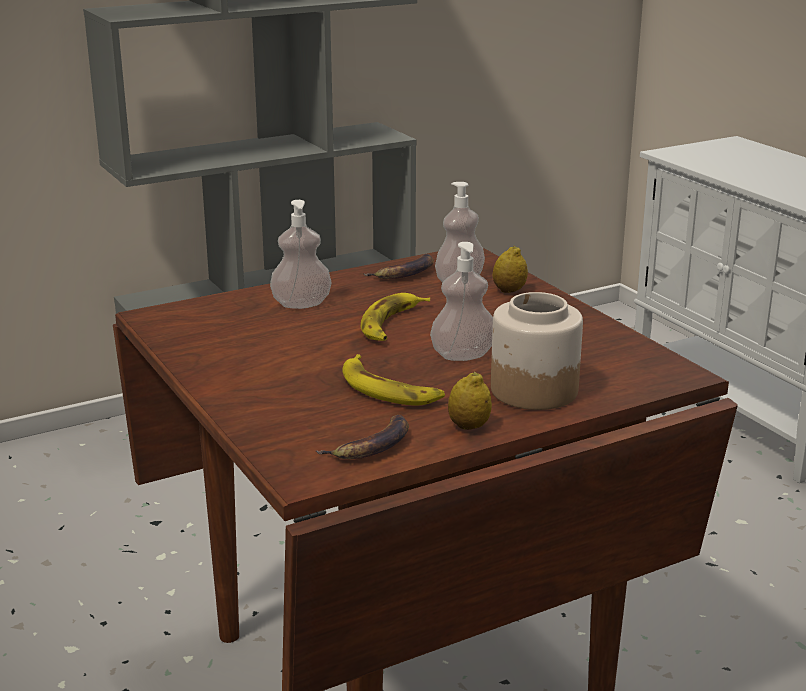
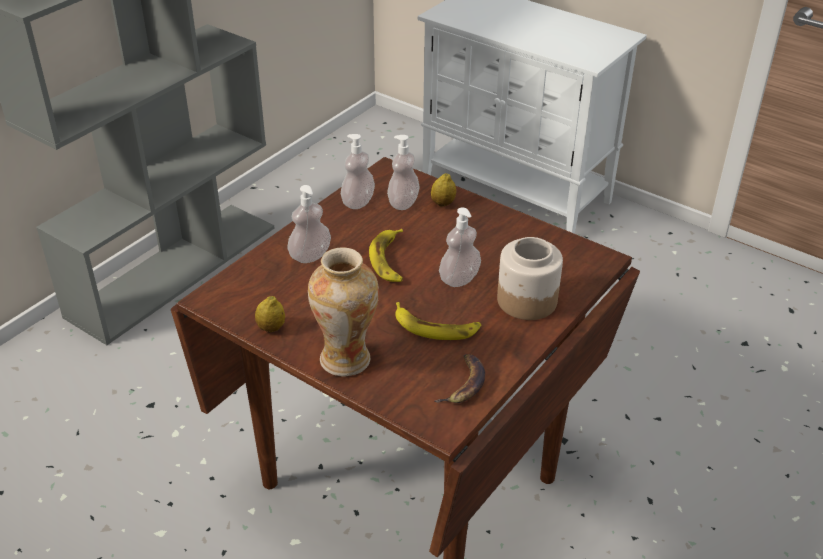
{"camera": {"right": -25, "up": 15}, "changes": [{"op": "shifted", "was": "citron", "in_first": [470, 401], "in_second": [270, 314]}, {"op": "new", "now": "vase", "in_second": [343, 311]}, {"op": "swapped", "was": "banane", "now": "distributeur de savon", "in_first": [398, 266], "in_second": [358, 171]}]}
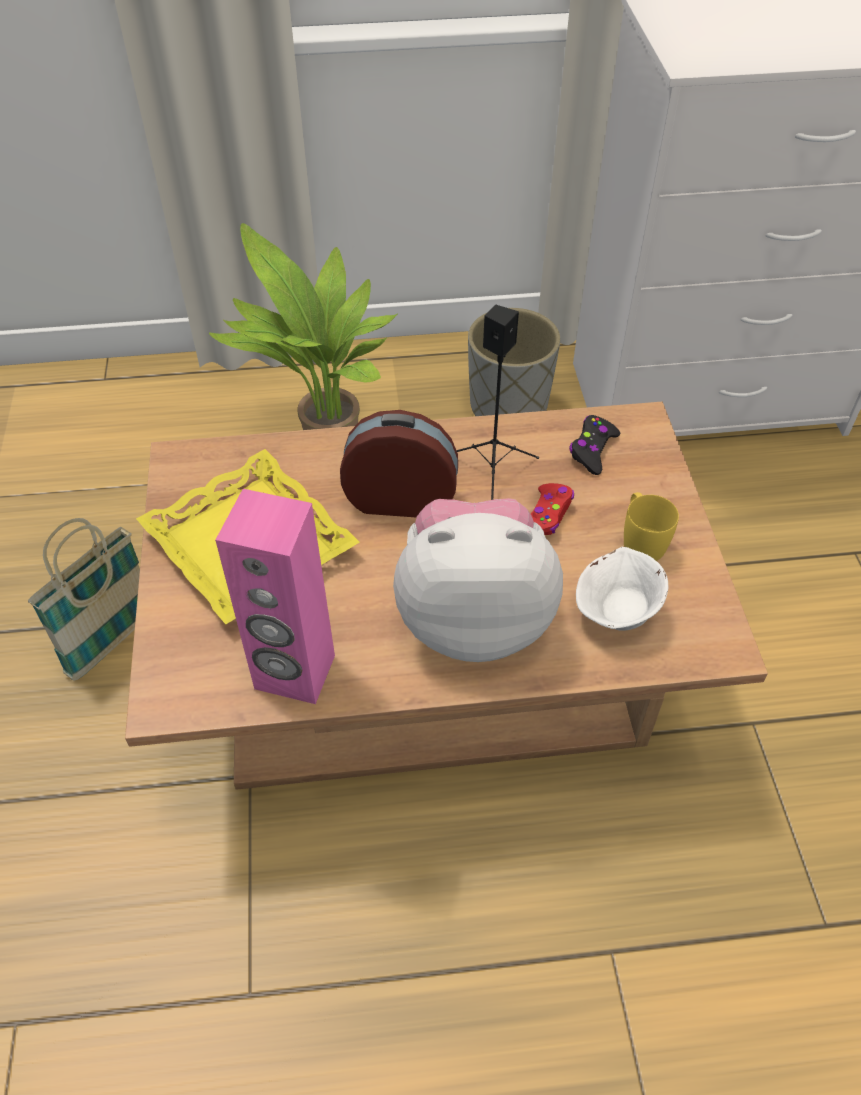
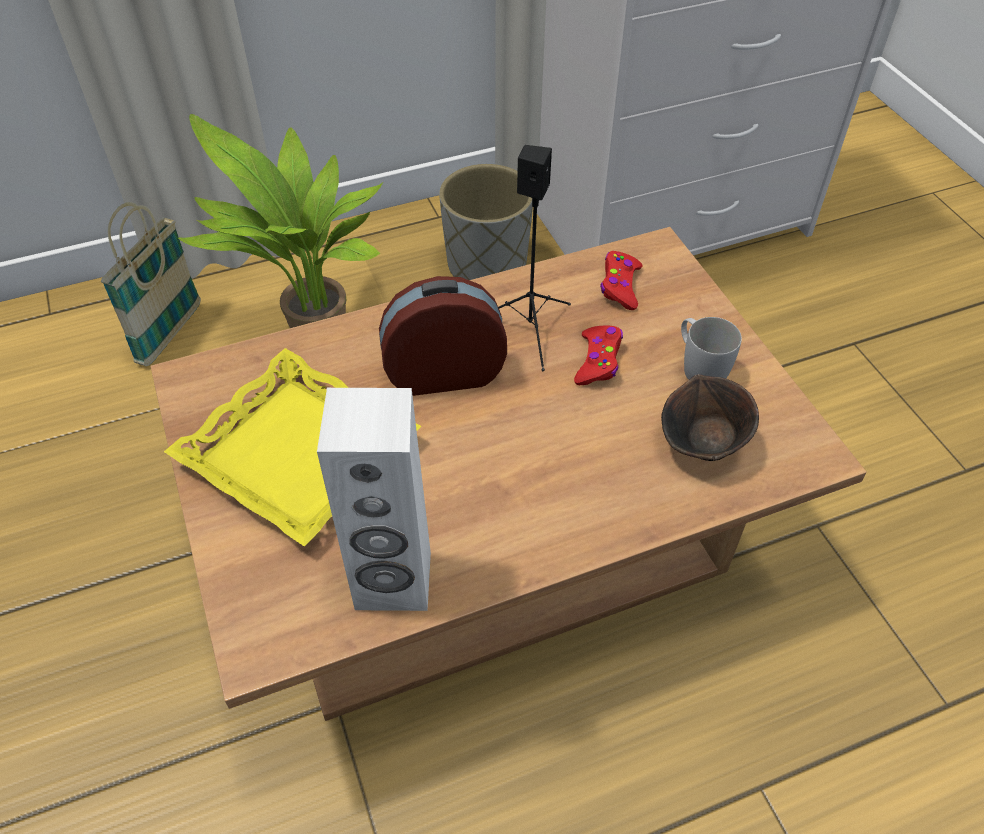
{"camera": {"right": -15, "up": 0}, "changes": [{"op": "shifted", "was": "panier", "in_first": [84, 599], "in_second": [151, 284]}, {"op": "repainted", "was": "enceinte/rose", "now": "enceinte/blanc", "in_first": [275, 596], "in_second": [374, 499]}, {"op": "repainted", "was": "manette/noir", "now": "manette/rouge", "in_first": [594, 445], "in_second": [621, 280]}, {"op": "repainted", "was": "bol/blanc", "now": "bol/marron", "in_first": [622, 588], "in_second": [710, 417]}, {"op": "repainted", "was": "mug/jaune", "now": "mug/blanc", "in_first": [651, 526], "in_second": [711, 348]}, {"op": "gone", "was": "peluche", "in_first": [478, 580]}]}
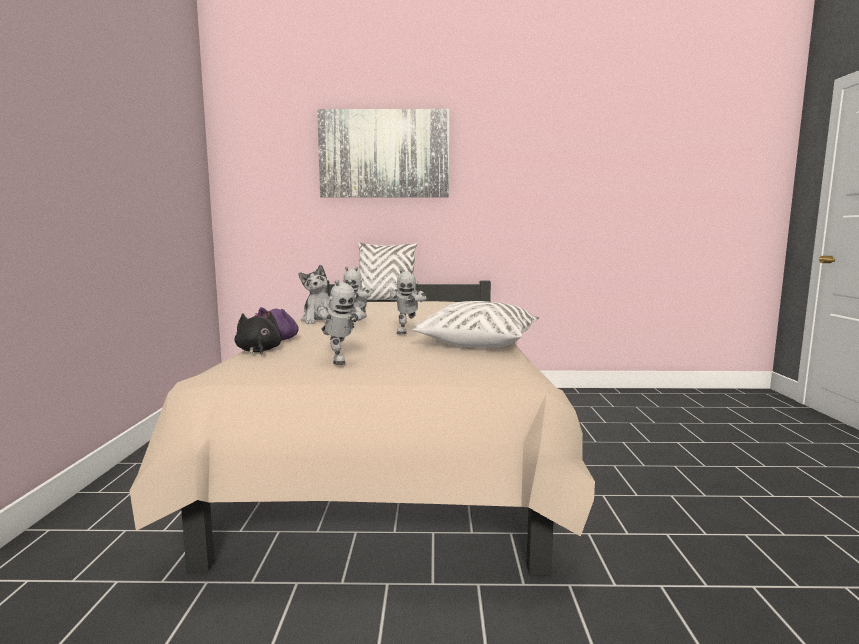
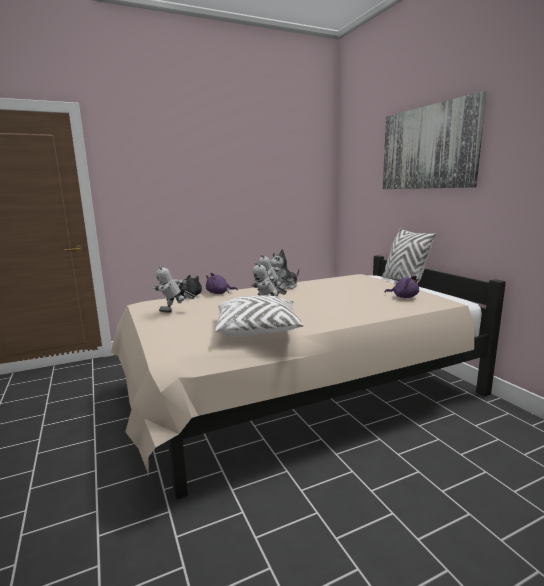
{"camera": {"right": 65, "up": 5}, "changes": [{"op": "rotated", "was": "robot jouet", "in_first": [342, 322], "in_second": [174, 289], "clockwise": 45}, {"op": "new", "now": "peluche/violet", "in_second": [401, 287]}]}
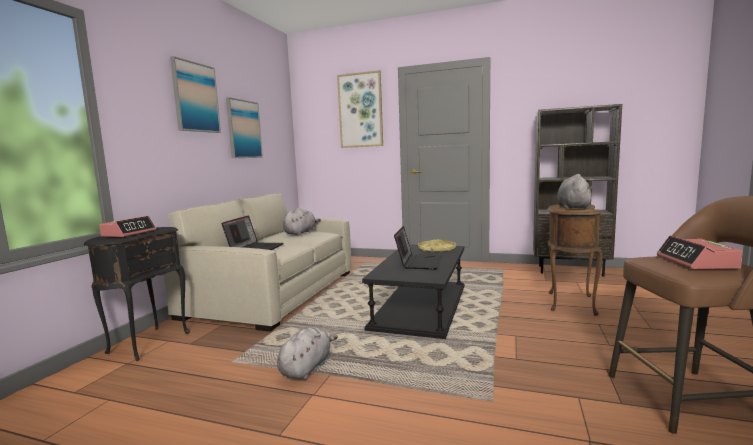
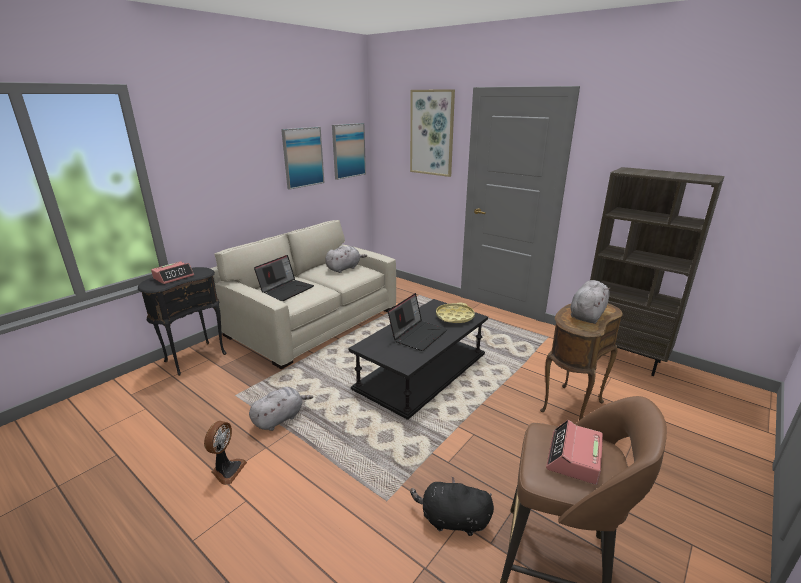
{"camera": {"right": 20, "up": 15}, "changes": [{"op": "new", "now": "ventilateur", "in_second": [225, 453]}, {"op": "shifted", "was": "tableau", "in_first": [195, 94], "in_second": [349, 151]}, {"op": "new", "now": "peluche/noir", "in_second": [452, 506]}]}
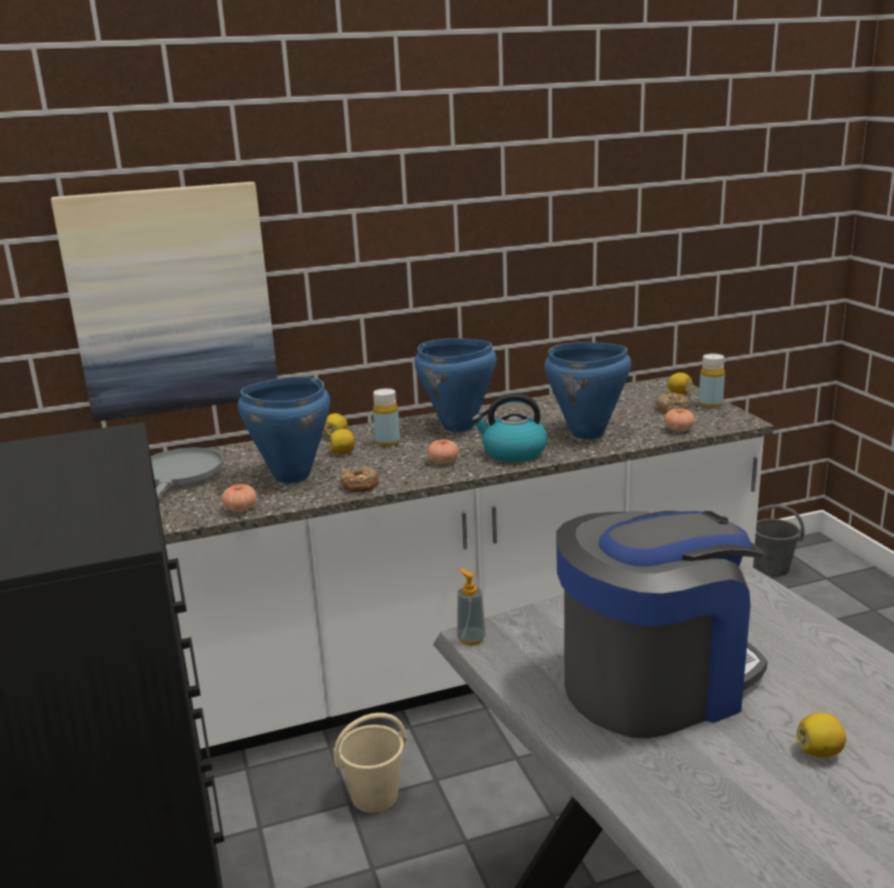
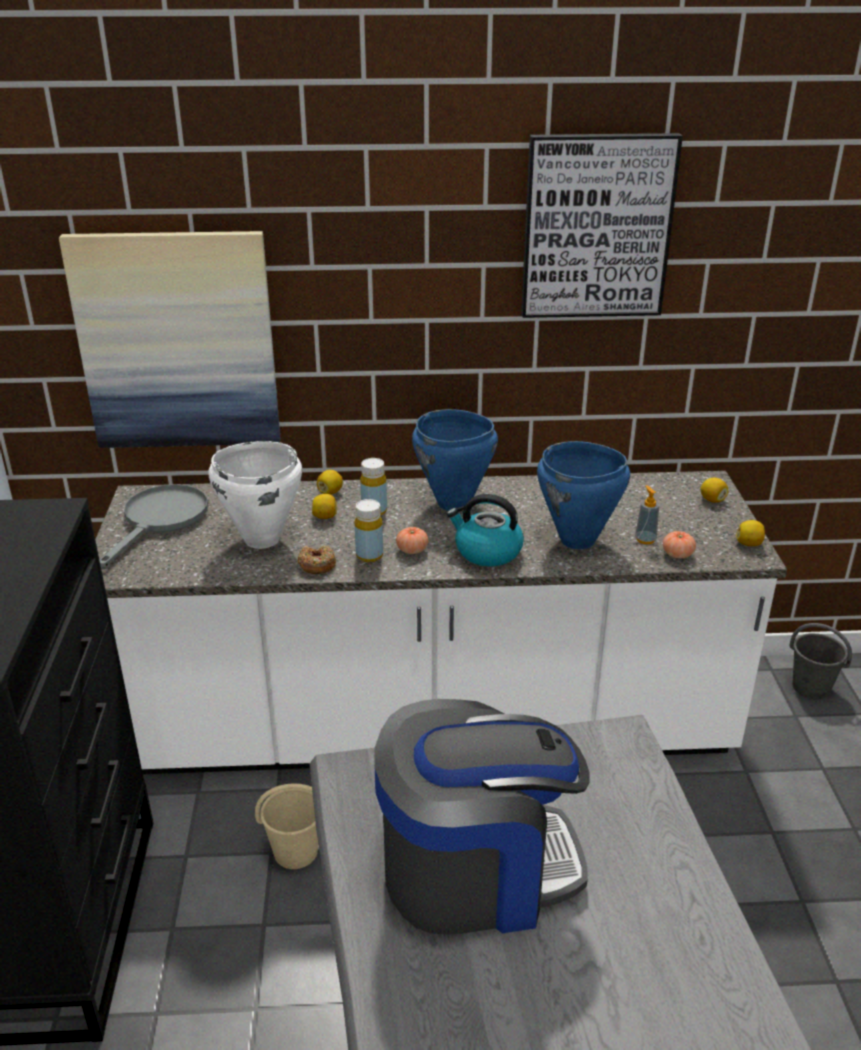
{"camera": {"right": 15, "up": 10}, "changes": [{"op": "repainted", "was": "marmite/bleu", "now": "marmite/blanc", "in_first": [284, 430], "in_second": [255, 495]}, {"op": "shifted", "was": "bouteille/jaune", "in_first": [712, 381], "in_second": [369, 530]}, {"op": "new", "now": "tableau", "in_second": [602, 225]}, {"op": "shifted", "was": "distributeur de savon", "in_first": [471, 607], "in_second": [647, 514]}, {"op": "shifted", "was": "citron", "in_first": [821, 735], "in_second": [750, 533]}, {"op": "gone", "was": "tomate", "in_first": [239, 498]}, {"op": "gone", "was": "beignet", "in_first": [672, 403]}]}
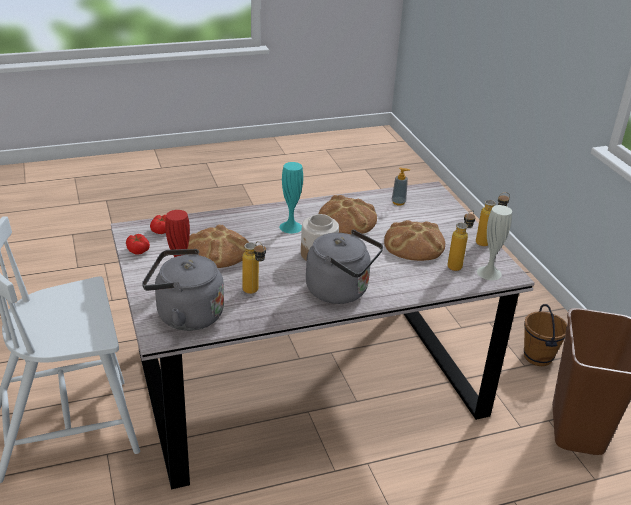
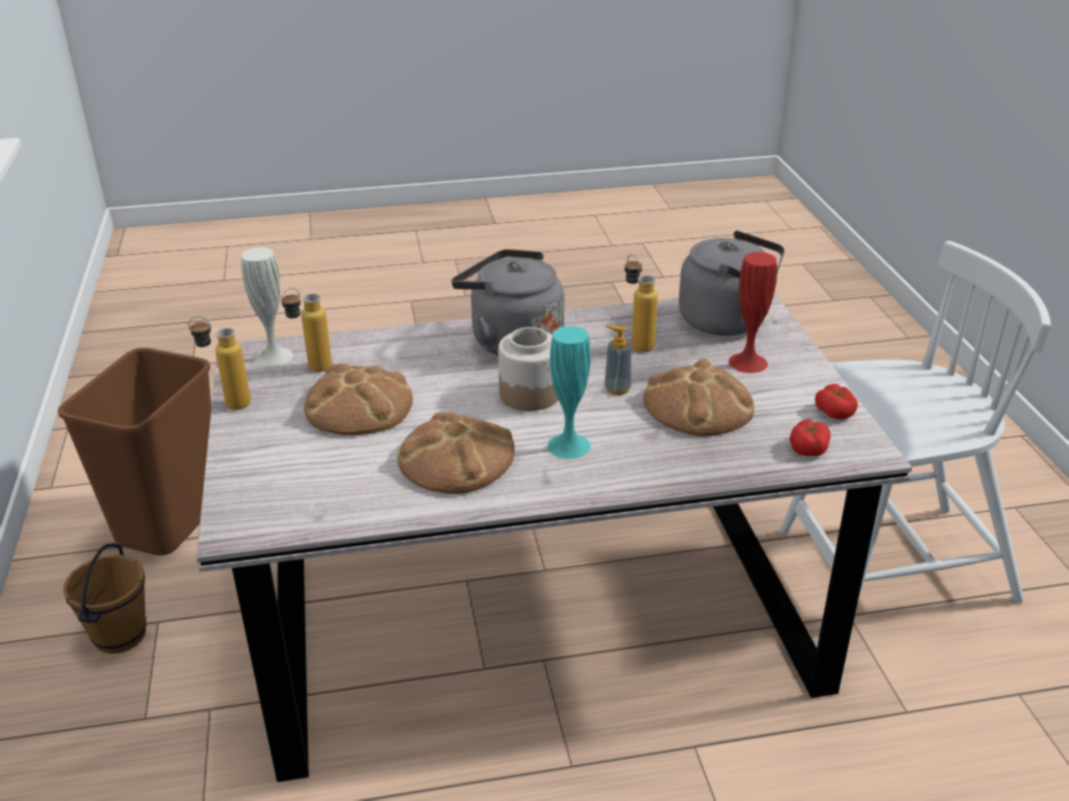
{"camera": {"right": -170, "up": 0}, "changes": [{"op": "shifted", "was": "distributeur de savon", "in_first": [401, 187], "in_second": [618, 360]}]}
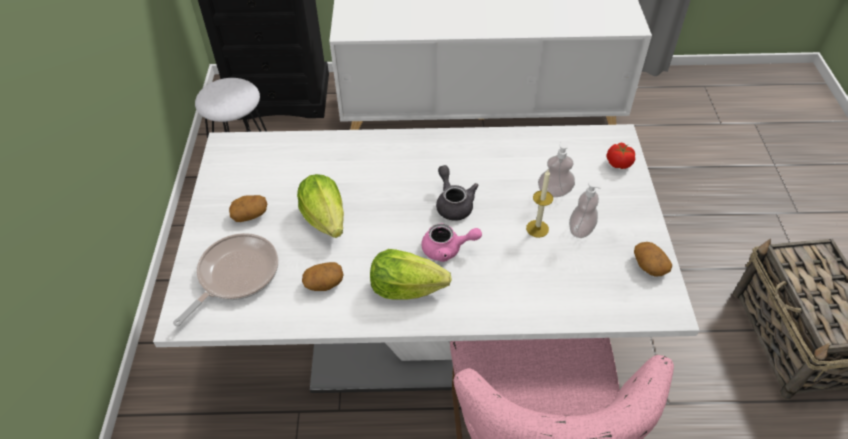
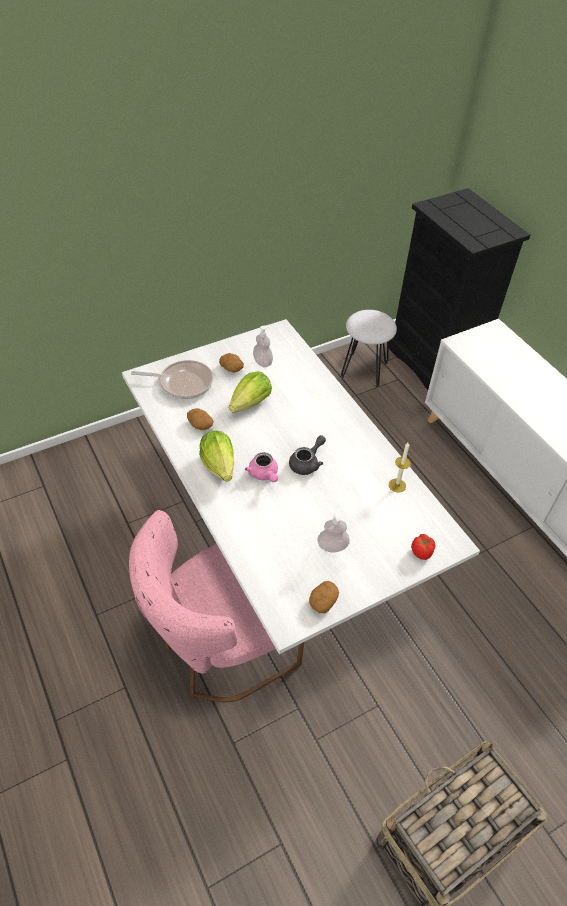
{"camera": {"right": 60, "up": 0}, "changes": [{"op": "shifted", "was": "distributeur de savon", "in_first": [556, 169], "in_second": [263, 346]}, {"op": "shifted", "was": "bougie", "in_first": [539, 204], "in_second": [400, 468]}]}
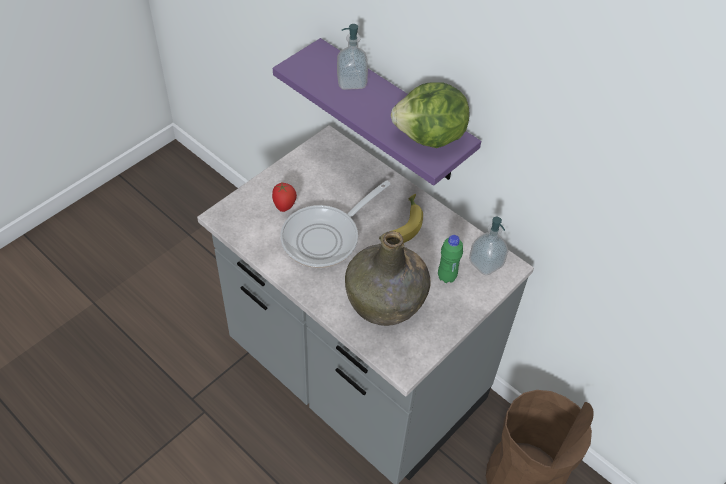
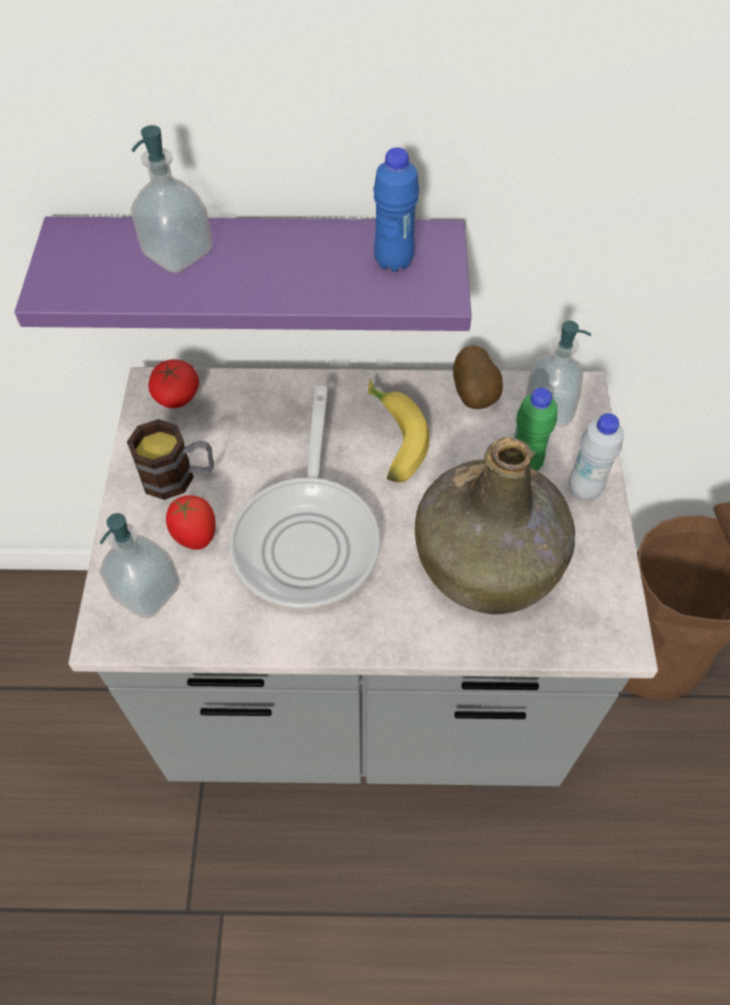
{"camera": {"right": -40, "up": 5}, "changes": [{"op": "new", "now": "distributeur de savon", "in_second": [139, 566]}, {"op": "new", "now": "mug", "in_second": [170, 459]}, {"op": "new", "now": "tomate", "in_second": [174, 383]}, {"op": "swapped", "was": "laitue", "now": "bouteille/bleu", "in_first": [430, 115], "in_second": [396, 209]}, {"op": "new", "now": "pomme de terre", "in_second": [478, 377]}, {"op": "new", "now": "bouteille/blanc", "in_second": [596, 456]}]}
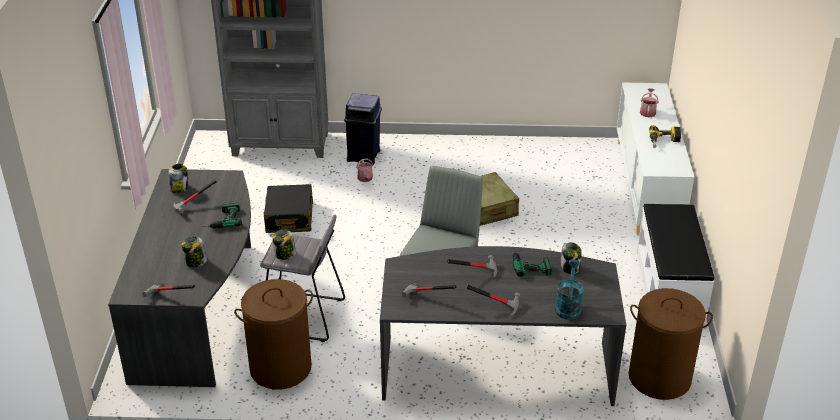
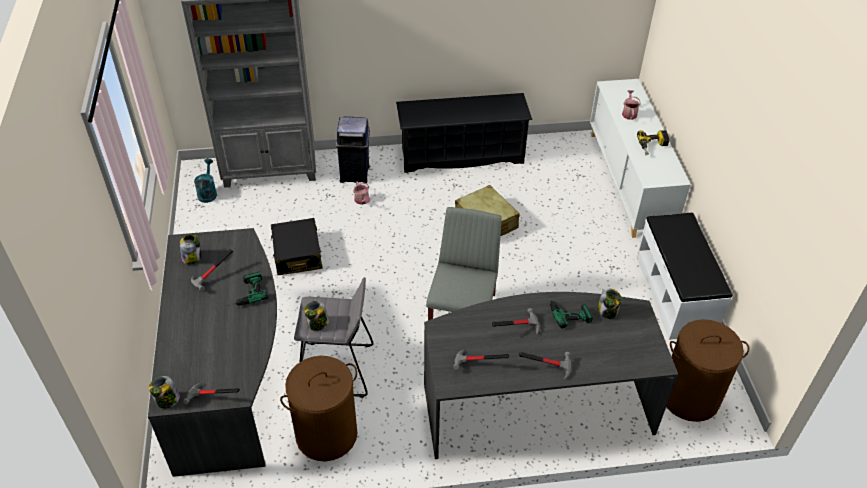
{"camera": {"right": -10, "up": 10}, "changes": [{"op": "shifted", "was": "bocal", "in_first": [194, 251], "in_second": [164, 392]}, {"op": "shifted", "was": "arrosoir/turquoise", "in_first": [569, 289], "in_second": [205, 181]}, {"op": "new", "now": "étagère à chaussures/noir", "in_second": [464, 133]}]}
